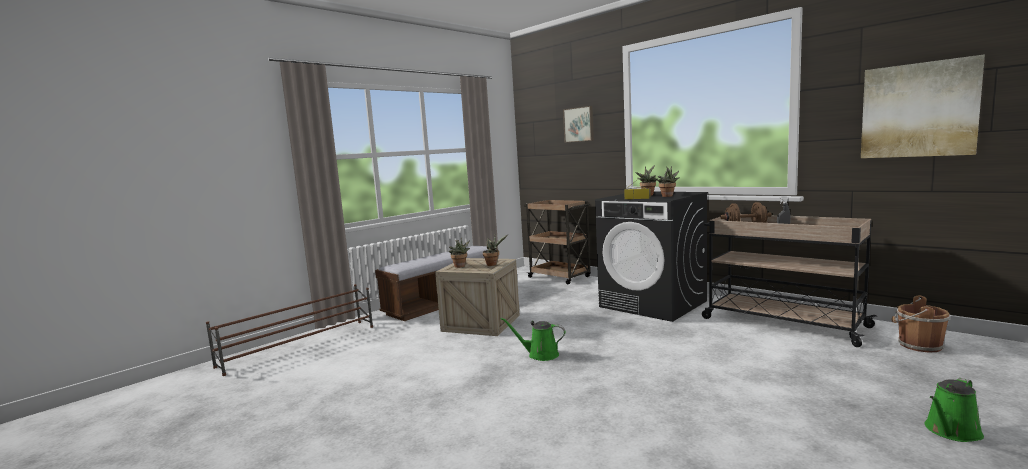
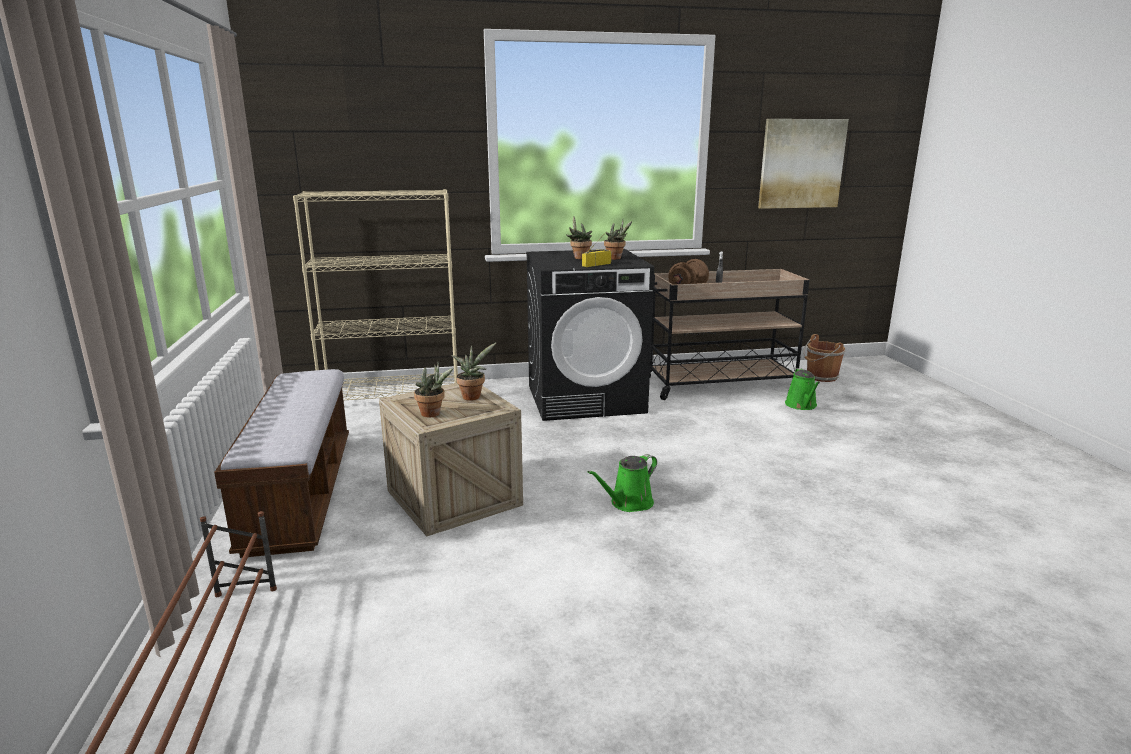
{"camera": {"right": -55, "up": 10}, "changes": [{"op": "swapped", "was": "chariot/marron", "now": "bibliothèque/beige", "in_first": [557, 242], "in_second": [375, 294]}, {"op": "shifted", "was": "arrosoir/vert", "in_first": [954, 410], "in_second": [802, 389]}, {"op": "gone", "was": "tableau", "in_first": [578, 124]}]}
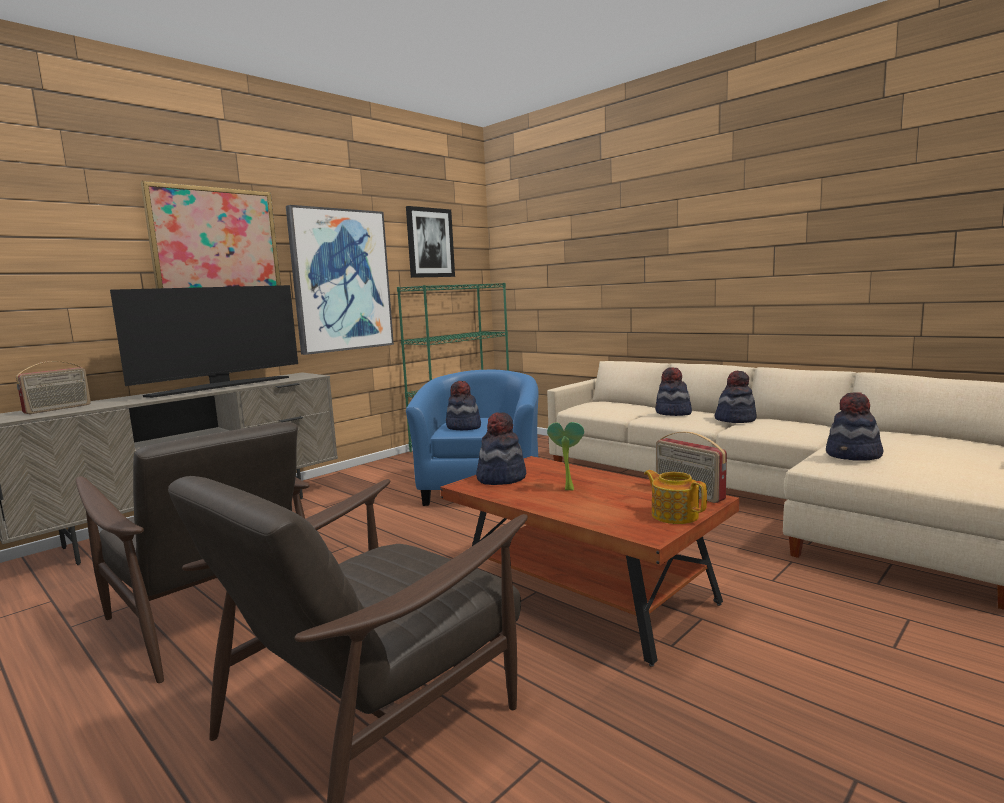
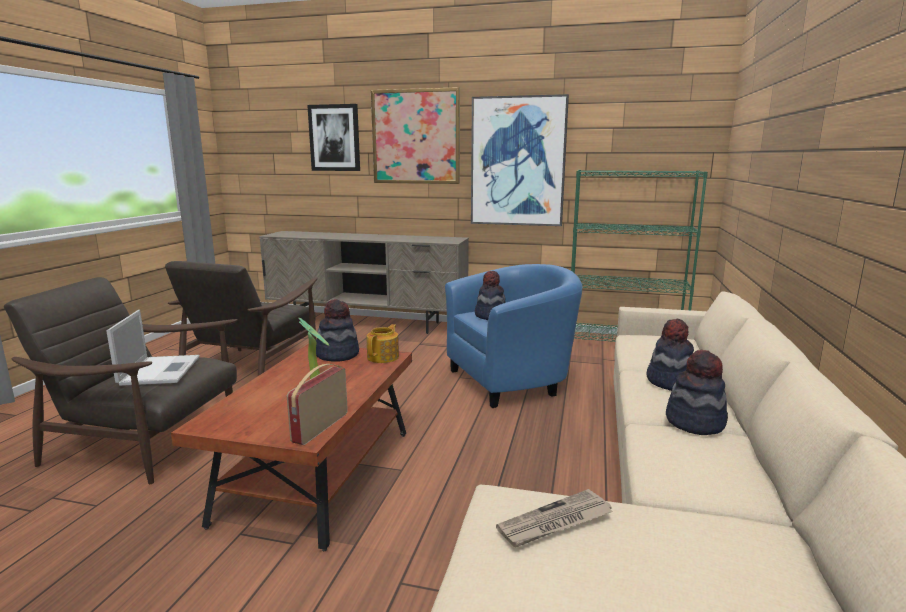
{"camera": {"right": 60, "up": 5}, "changes": [{"op": "new", "now": "ordinateur portable", "in_second": [153, 348]}, {"op": "shifted", "was": "tableau", "in_first": [430, 242], "in_second": [333, 137]}, {"op": "shifted", "was": "théière", "in_first": [675, 497], "in_second": [383, 343]}, {"op": "swapped", "was": "chapeau", "now": "journal", "in_first": [854, 426], "in_second": [554, 518]}, {"op": "gone", "was": "radio", "in_first": [53, 387]}, {"op": "gone", "was": "téléviseur", "in_first": [204, 341]}]}
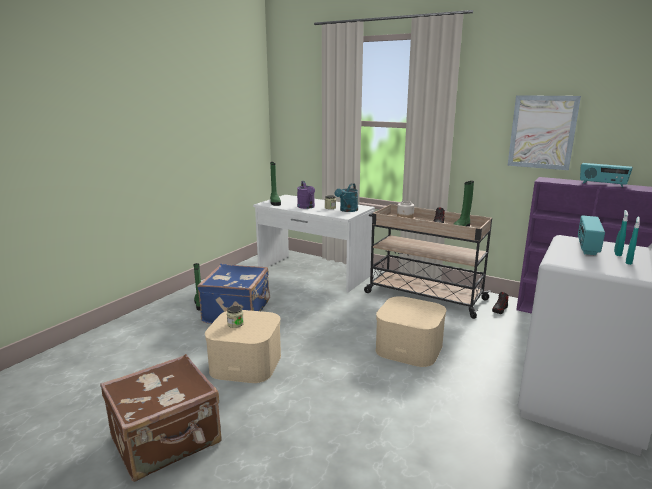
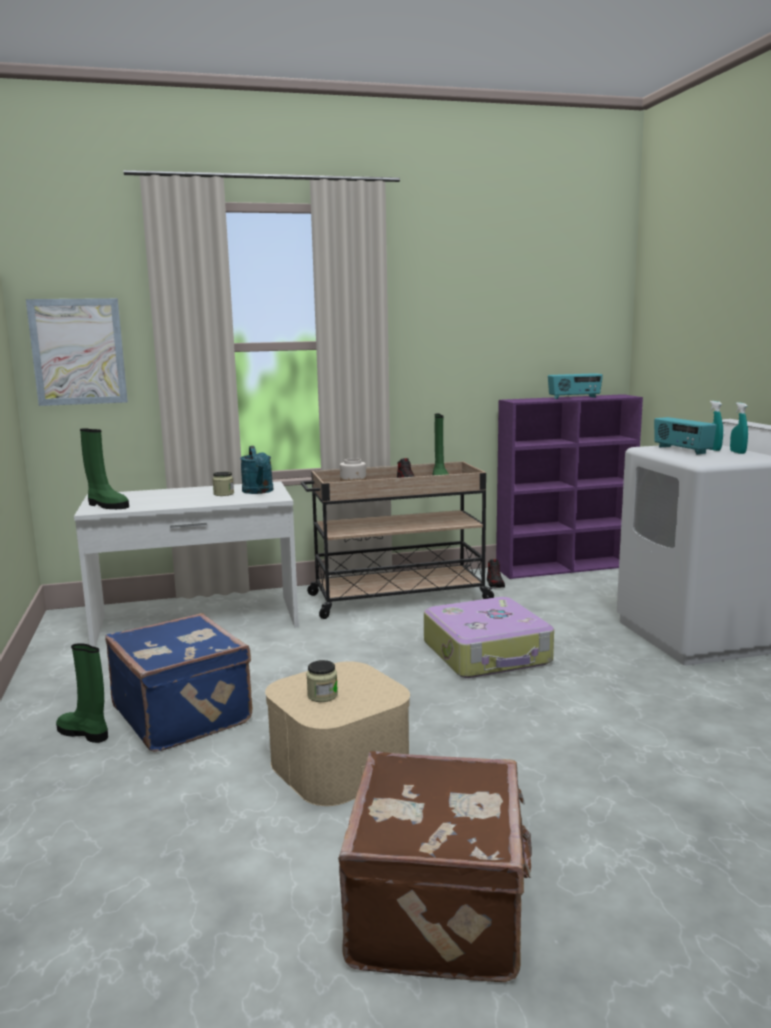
{"camera": {"right": -45, "up": -5}, "changes": [{"op": "shifted", "was": "tableau", "in_first": [544, 132], "in_second": [77, 352]}, {"op": "swapped", "was": "boîte de rangement/beige", "now": "valise", "in_first": [410, 331], "in_second": [489, 637]}, {"op": "gone", "was": "arrosoir/violet", "in_first": [306, 195]}]}
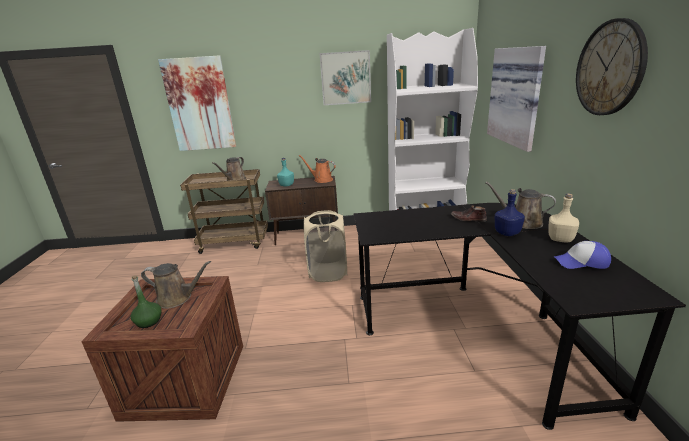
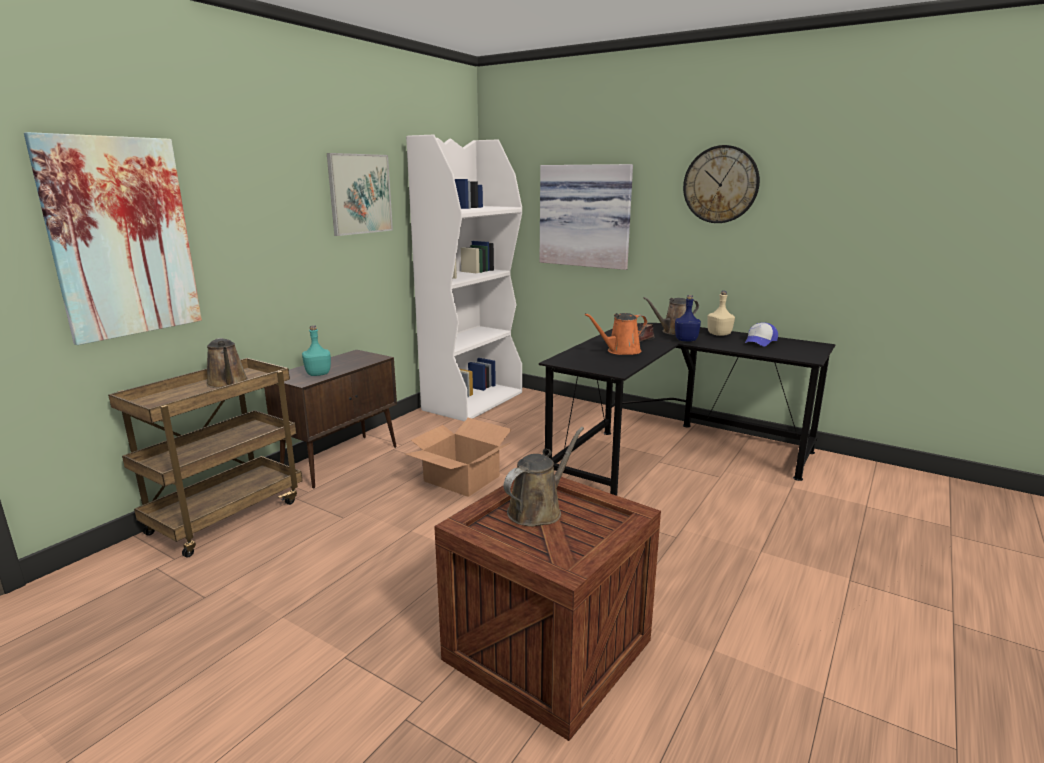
{"camera": {"right": -55, "up": -5}, "changes": [{"op": "swapped", "was": "panier à linge/beige", "now": "carton", "in_first": [325, 246], "in_second": [458, 457]}, {"op": "shifted", "was": "arrosoir/orange", "in_first": [317, 169], "in_second": [616, 334]}, {"op": "gone", "was": "bouteille/vert", "in_first": [146, 301]}]}
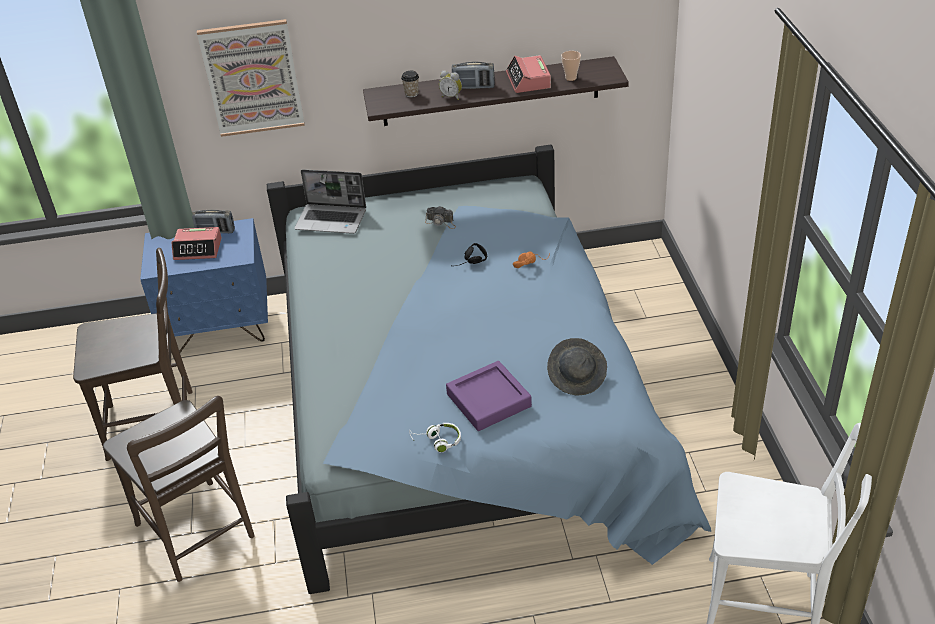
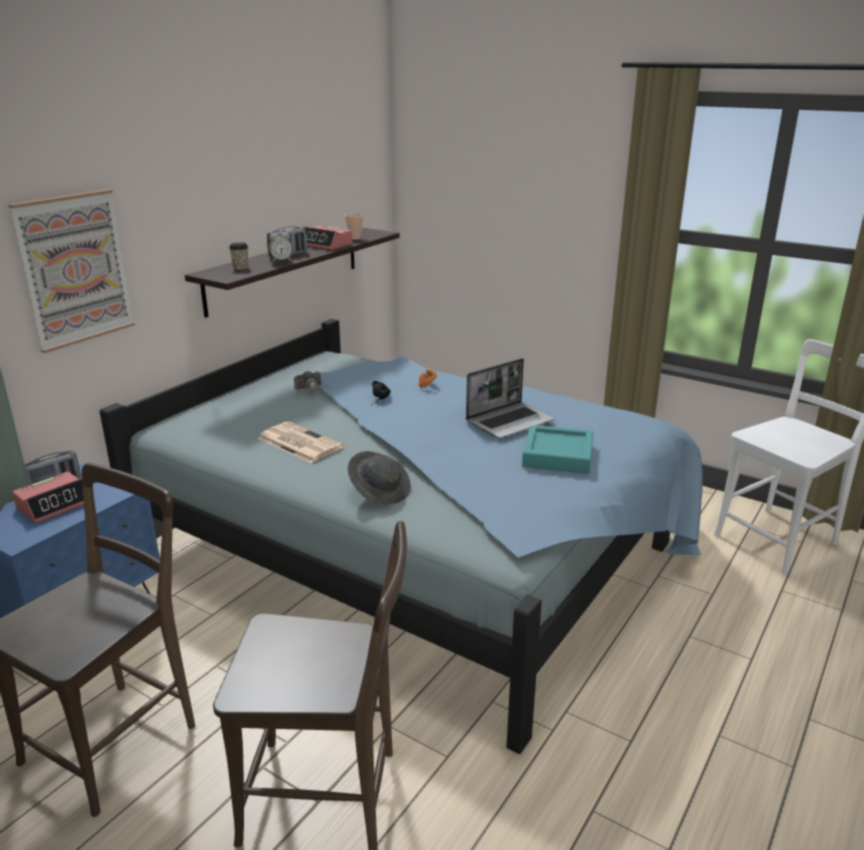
{"camera": {"right": -50, "up": -15}, "changes": [{"op": "new", "now": "journal", "in_second": [301, 442]}, {"op": "shifted", "was": "chapeau/gris", "in_first": [577, 366], "in_second": [379, 478]}, {"op": "shifted", "was": "ordinateur portable", "in_first": [330, 201], "in_second": [510, 398]}, {"op": "repainted", "was": "plateau/violet", "now": "plateau/turquoise", "in_first": [489, 396], "in_second": [557, 449]}, {"op": "gone", "was": "casque audio/blanc", "in_first": [435, 438]}]}
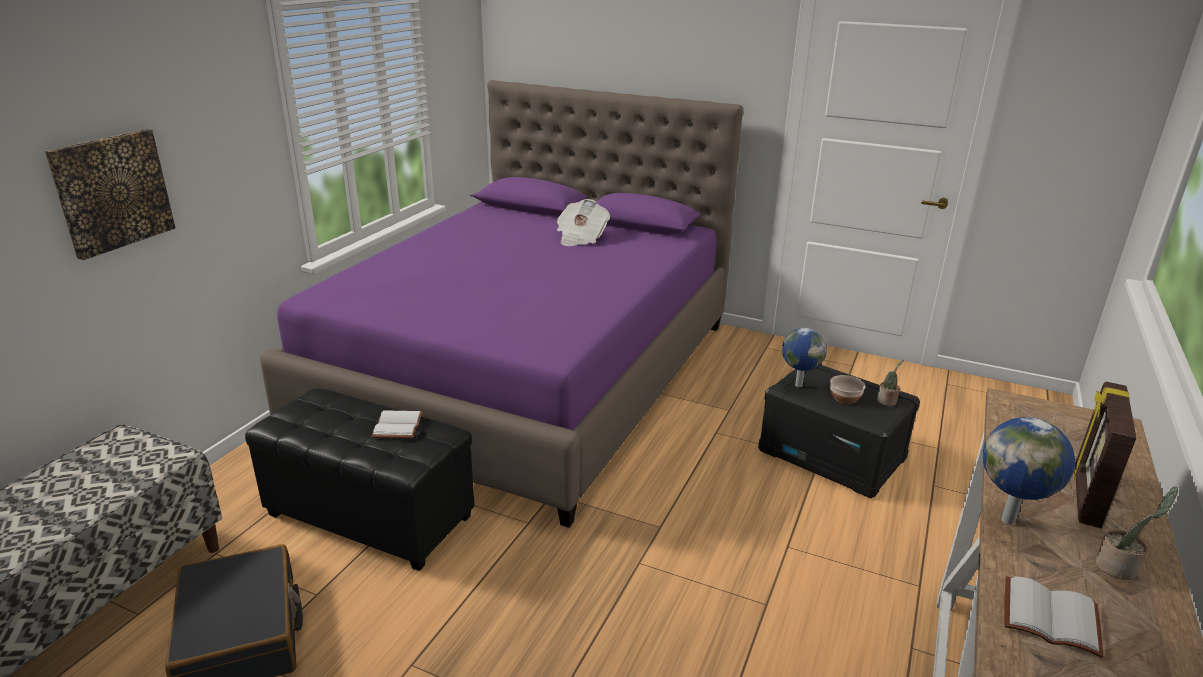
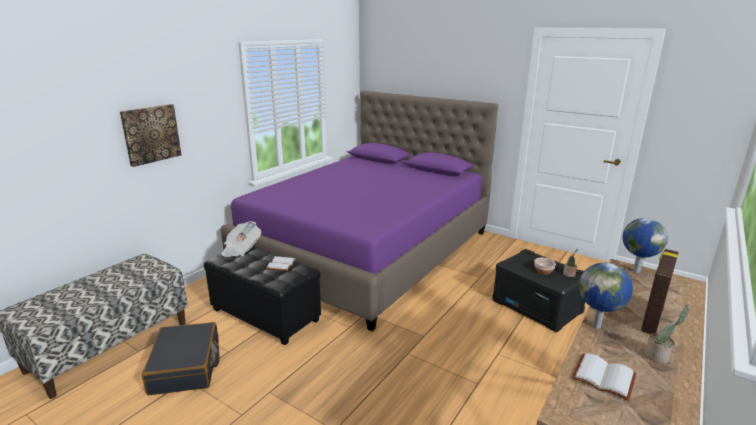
{"camera": {"right": 10, "up": -5}, "changes": [{"op": "shifted", "was": "journal", "in_first": [583, 222], "in_second": [241, 239]}, {"op": "shifted", "was": "globe", "in_first": [804, 357], "in_second": [645, 245]}]}
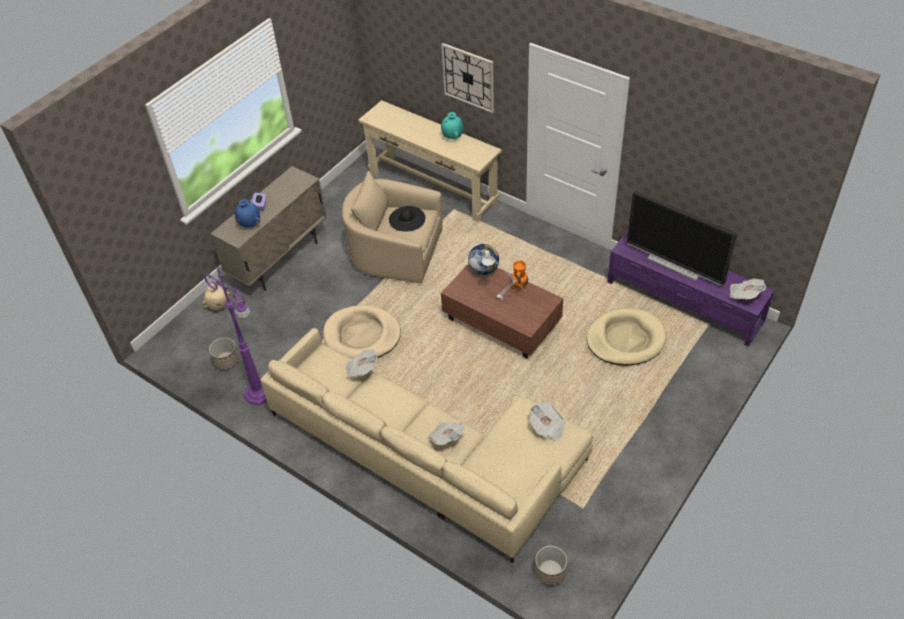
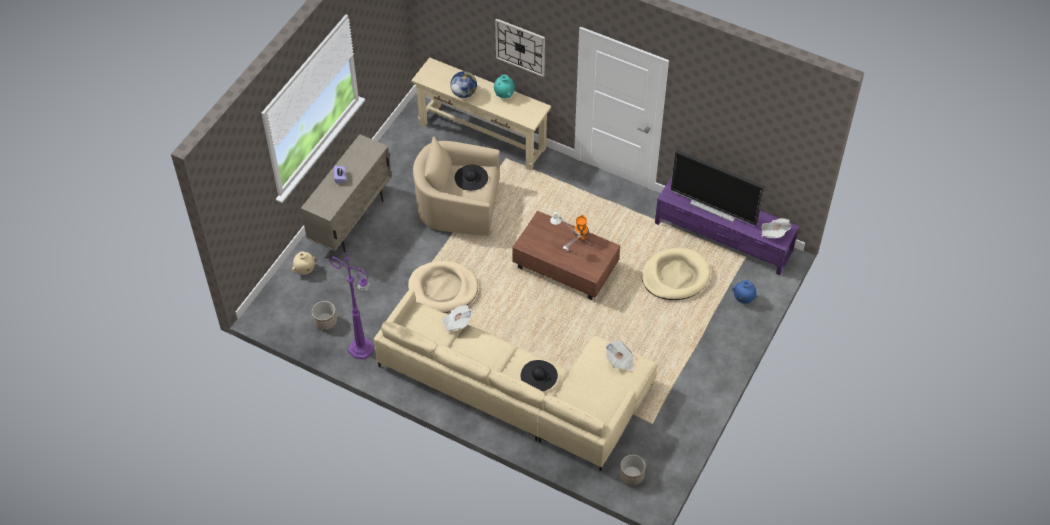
{"camera": {"right": -10, "up": 5}, "changes": [{"op": "shifted", "was": "globe", "in_first": [483, 259], "in_second": [463, 84]}, {"op": "swapped", "was": "journal", "now": "chapeau/noir", "in_first": [446, 433], "in_second": [539, 375]}, {"op": "shifted", "was": "vase/bleu", "in_first": [247, 213], "in_second": [745, 291]}]}
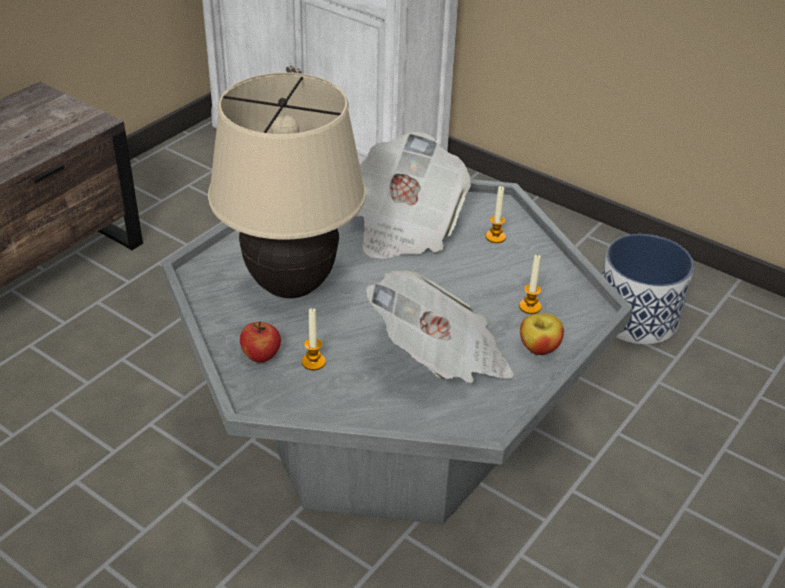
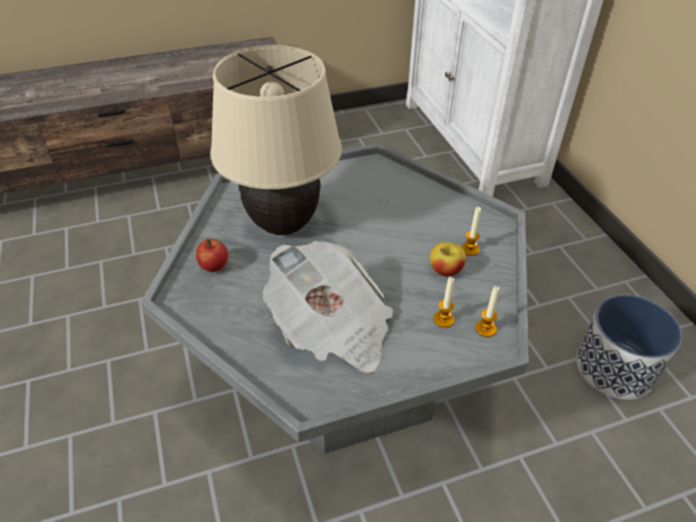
{"camera": {"right": 35, "up": 5}, "changes": [{"op": "shifted", "was": "pomme", "in_first": [542, 334], "in_second": [448, 259]}, {"op": "shifted", "was": "bougie", "in_first": [314, 339], "in_second": [487, 311]}, {"op": "gone", "was": "journal", "in_first": [413, 195]}]}
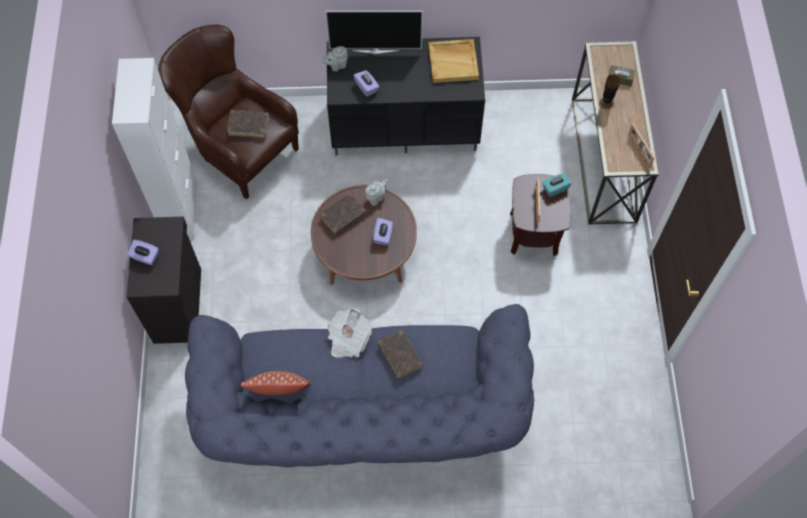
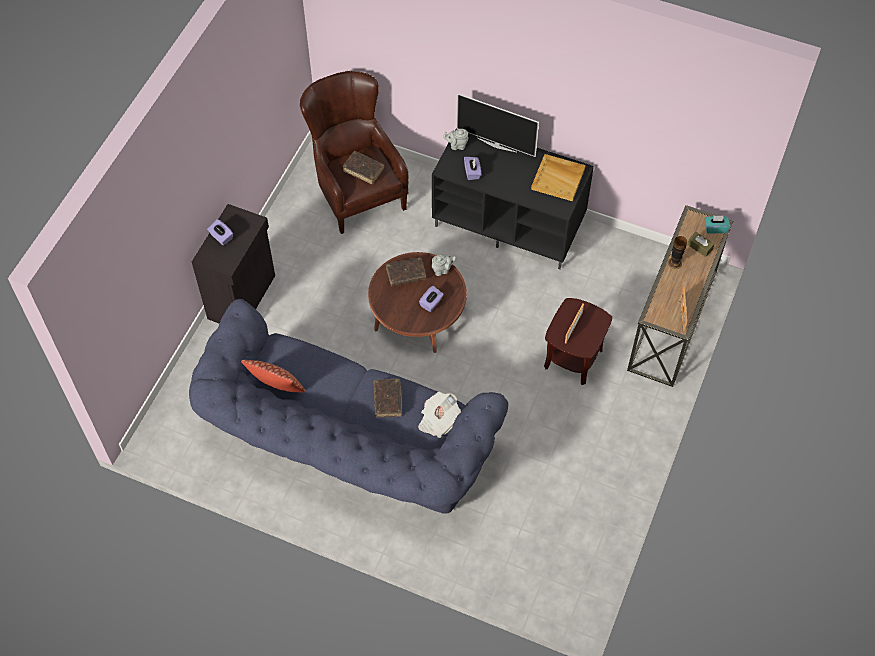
{"camera": {"right": 25, "up": -5}, "changes": [{"op": "shifted", "was": "journal", "in_first": [350, 332], "in_second": [439, 415]}, {"op": "shifted", "was": "boîte à mouchoirs/turquoise", "in_first": [557, 185], "in_second": [718, 224]}, {"op": "gone", "was": "meuble de rangement/blanc", "in_first": [154, 148]}]}
